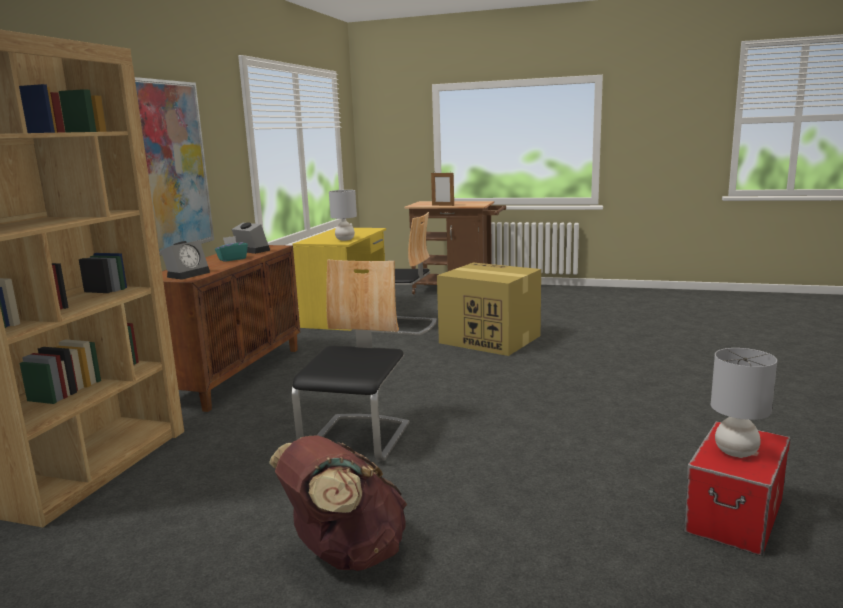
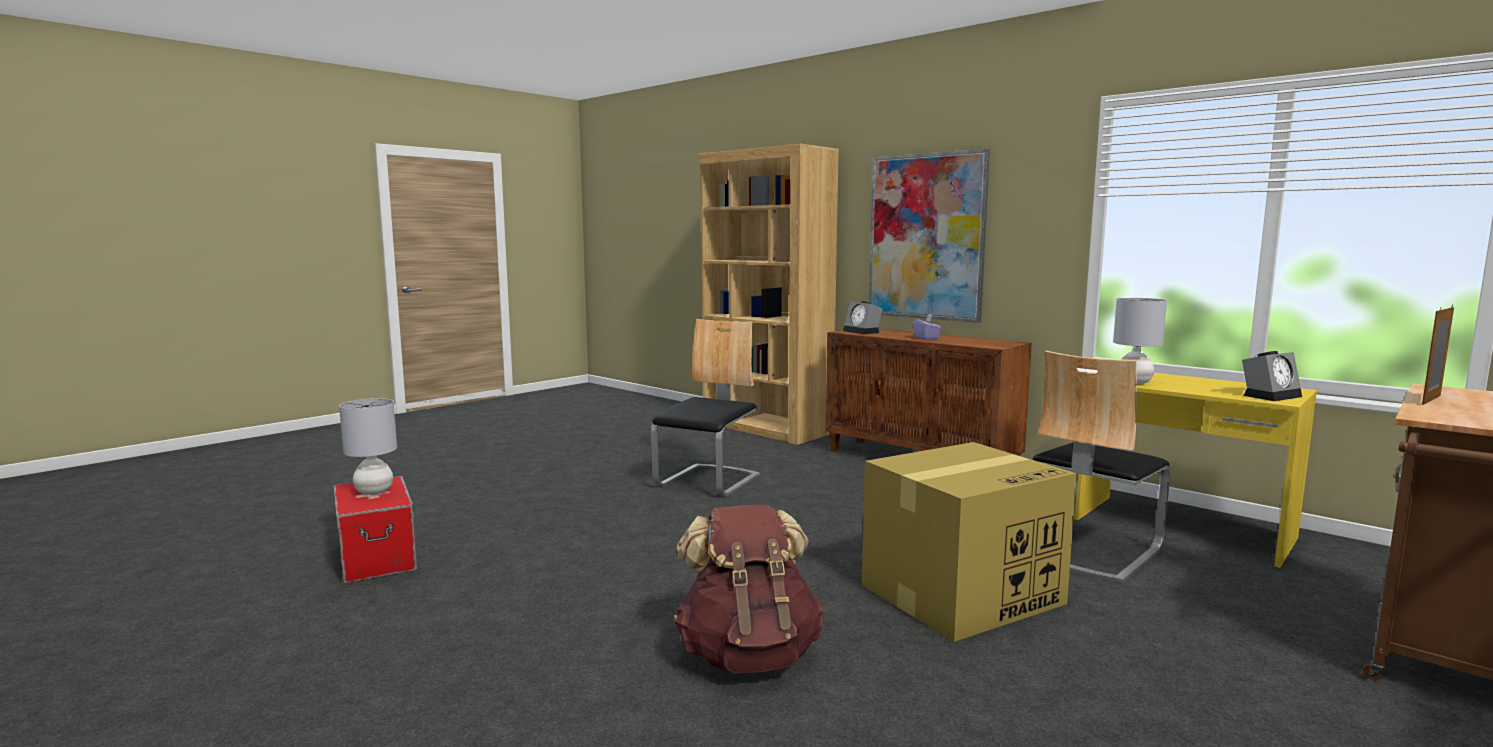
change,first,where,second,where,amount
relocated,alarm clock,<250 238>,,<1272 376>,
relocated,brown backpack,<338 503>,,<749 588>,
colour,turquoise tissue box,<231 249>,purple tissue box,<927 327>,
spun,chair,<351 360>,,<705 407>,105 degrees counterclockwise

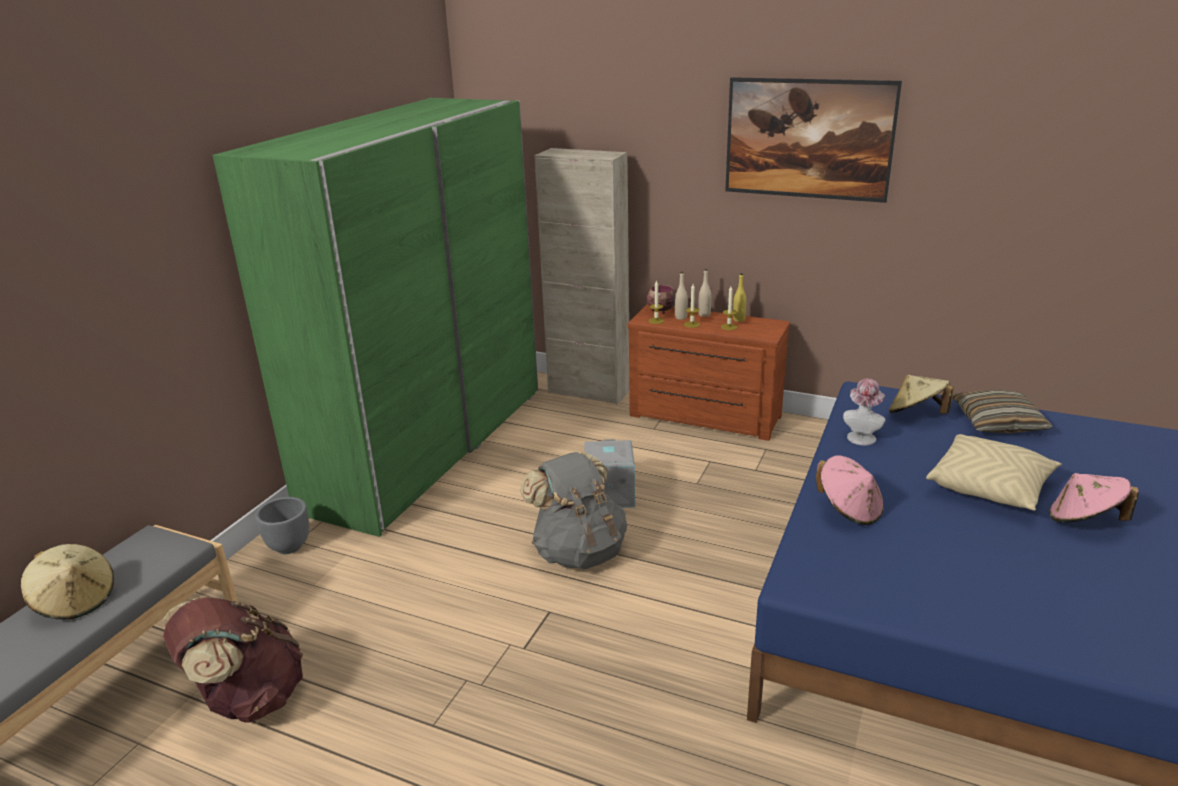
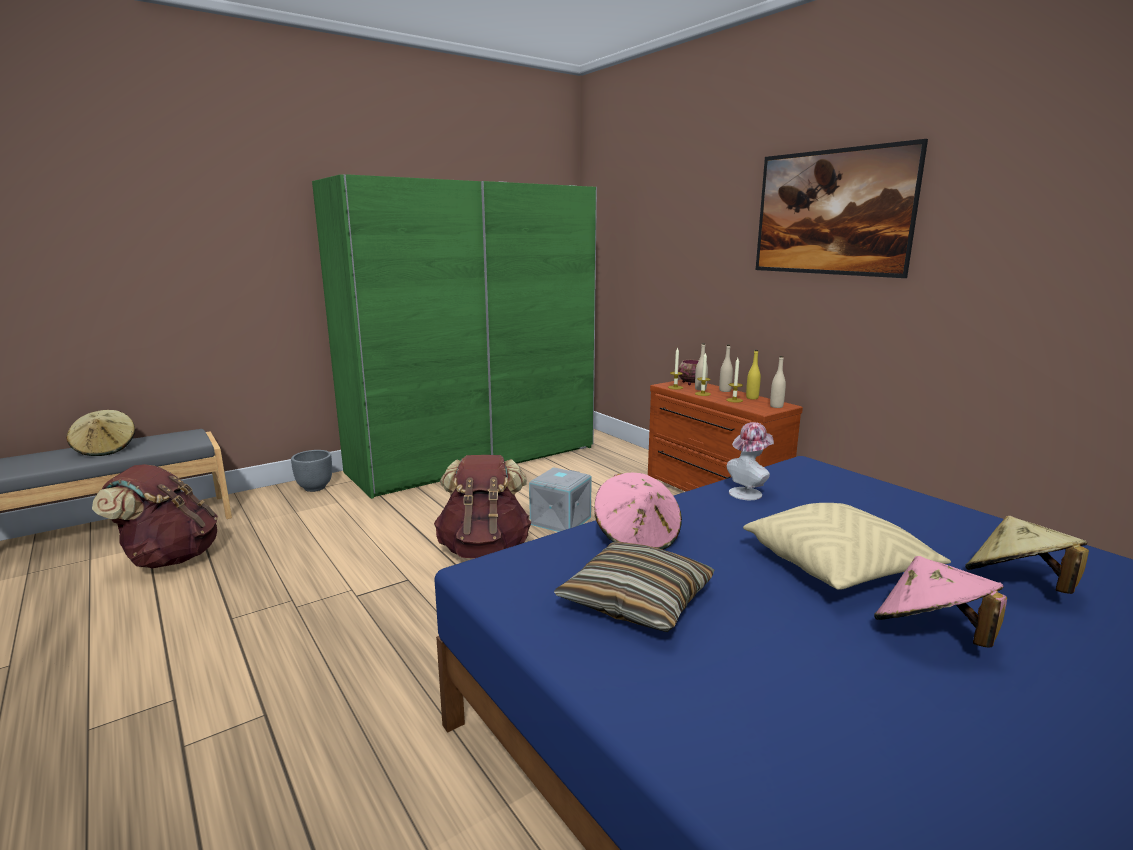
change,first,where,second,where,amount
missing,beige cabinet,<581 276>,,,
appeared,,,beige bottle,<778 382>,
relocated,beige hat,<921 394>,,<1027 555>,
relocated,pillow,<1003 411>,,<634 587>,
colour,grey backpack,<574 511>,brown backpack,<482 506>,

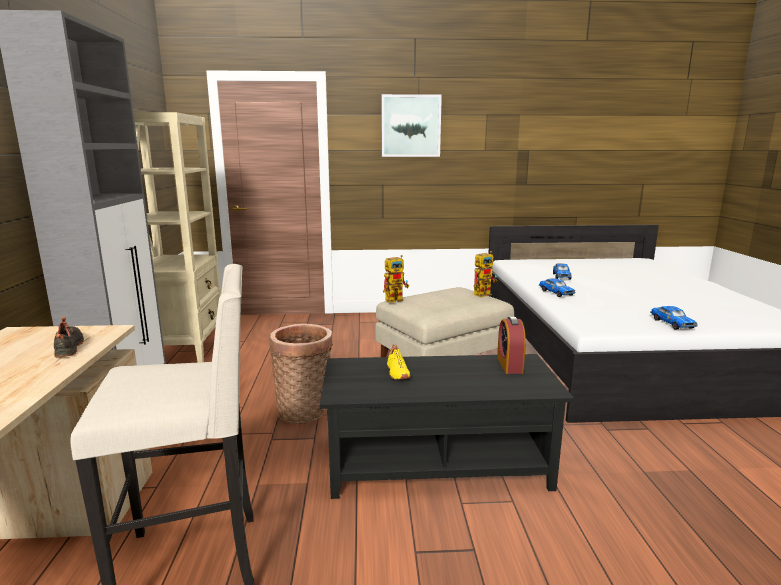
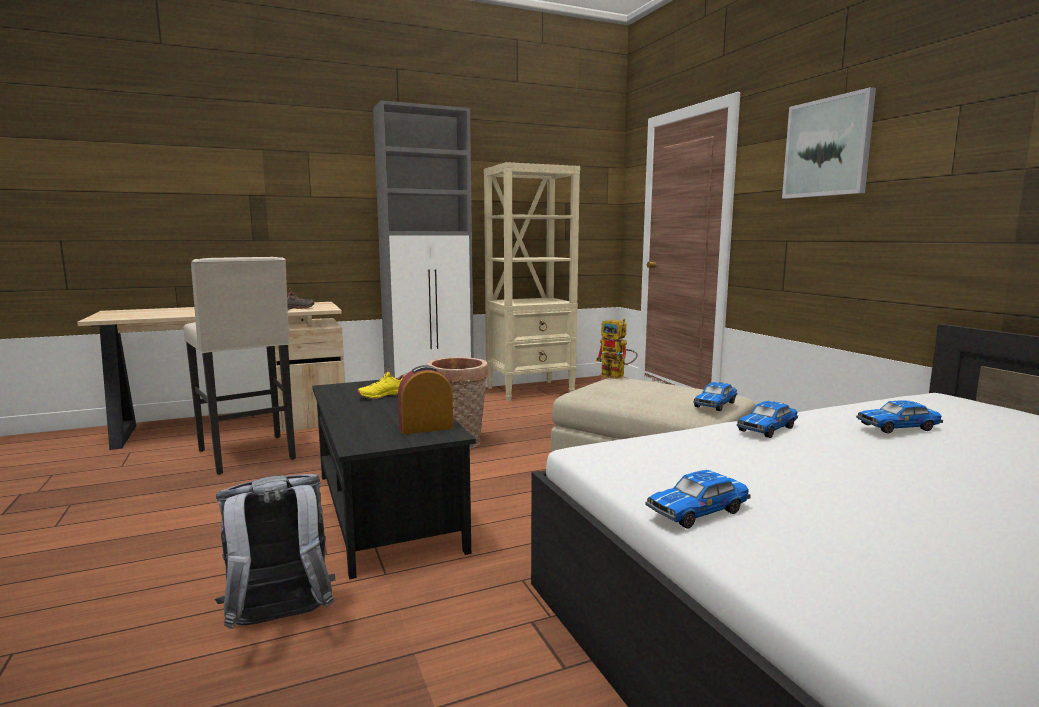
change,first,where,second,where,amount
appeared,,,grey backpack,<275 551>,
exchanged,toy robot,<485 274>,toy car,<715 396>,

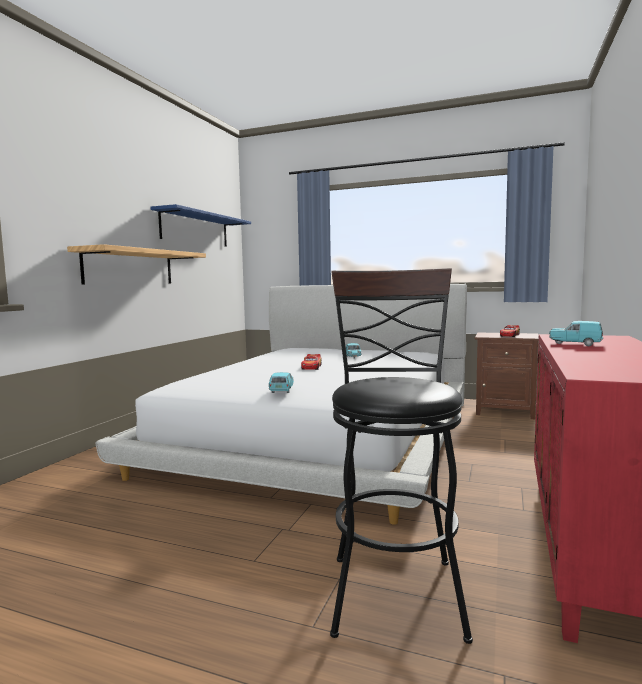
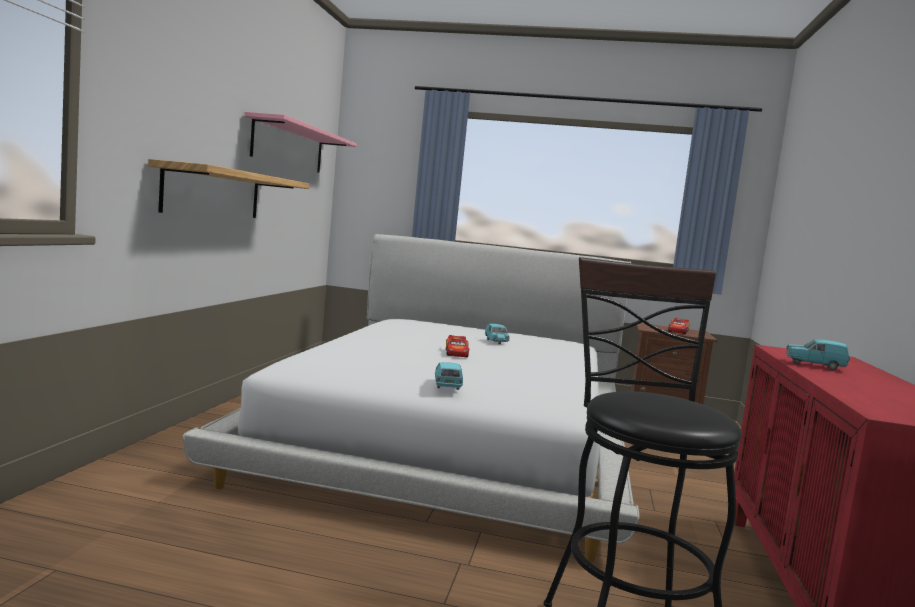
change,first,where,second,where,amount
colour,blue shelf,<200 225>,pink shelf,<300 142>,

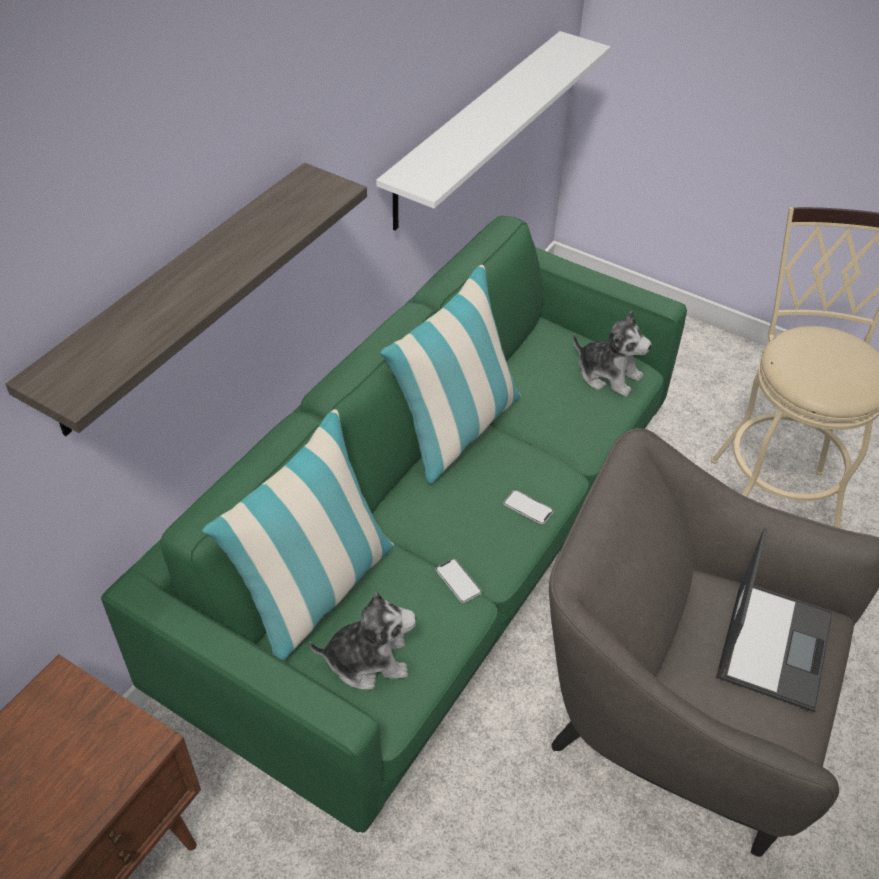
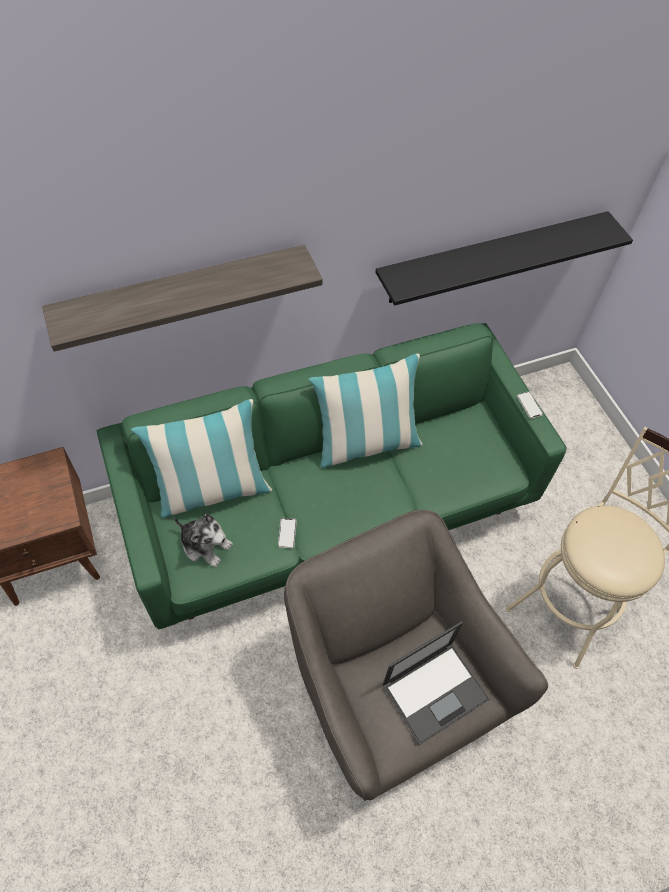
change,first,where,second,where,amount
missing,plush toy,<612 354>,,,
relocated,phone,<528 507>,,<530 405>,
colour,white shelf,<493 130>,black shelf,<504 258>,

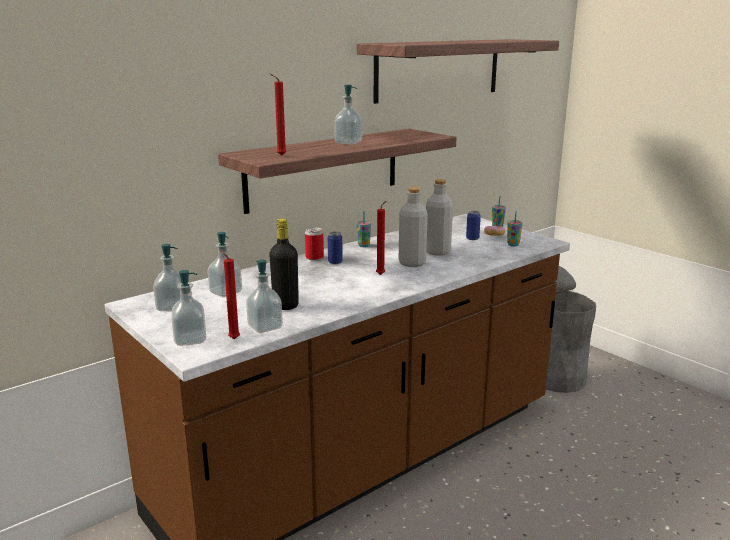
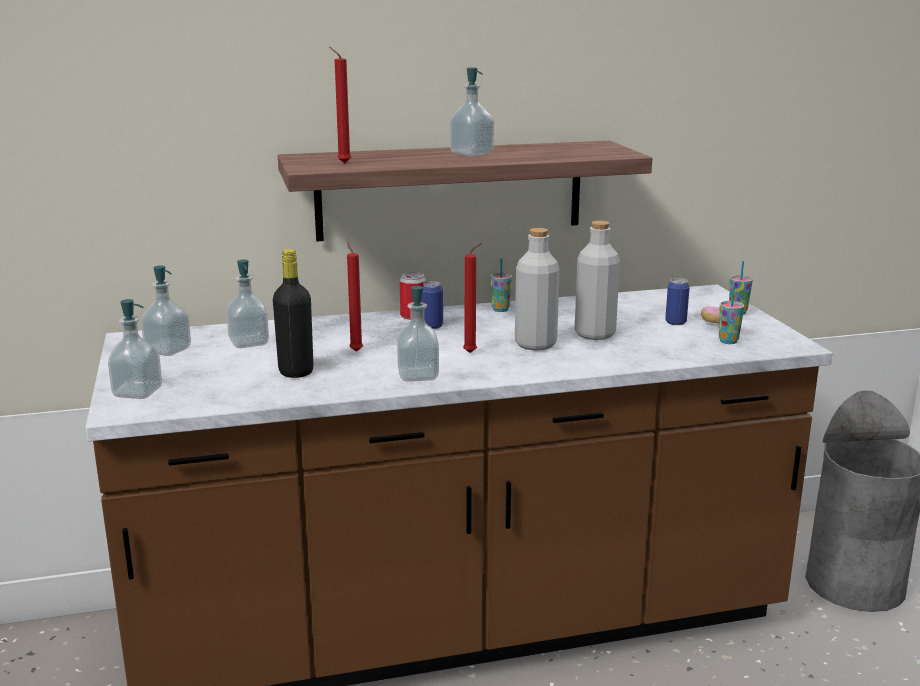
change,first,where,second,where,amount
missing,shelf,<458 71>,,,
relocated,red candle,<230 294>,,<354 296>,
relocated,soap dispenser,<264 296>,,<418 334>,

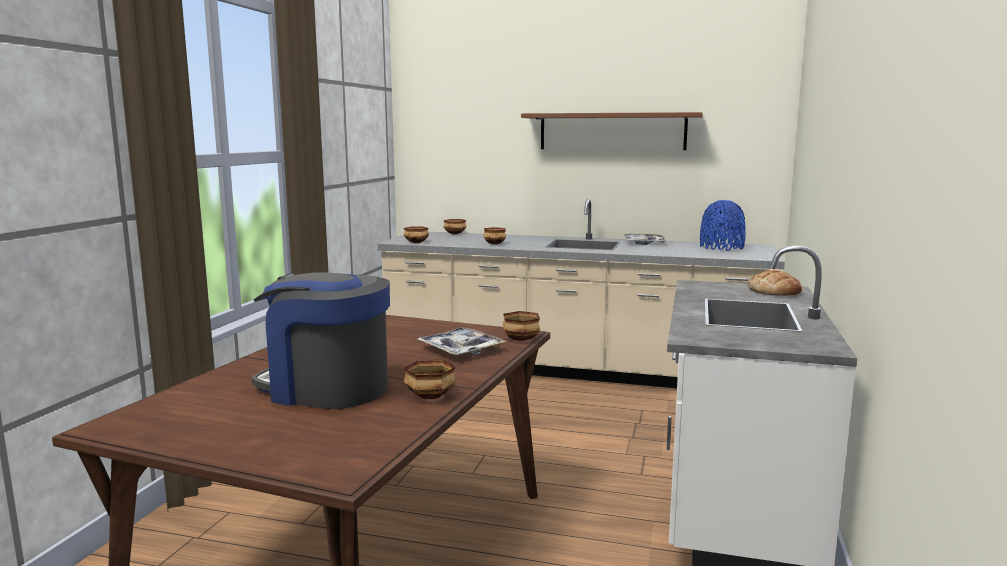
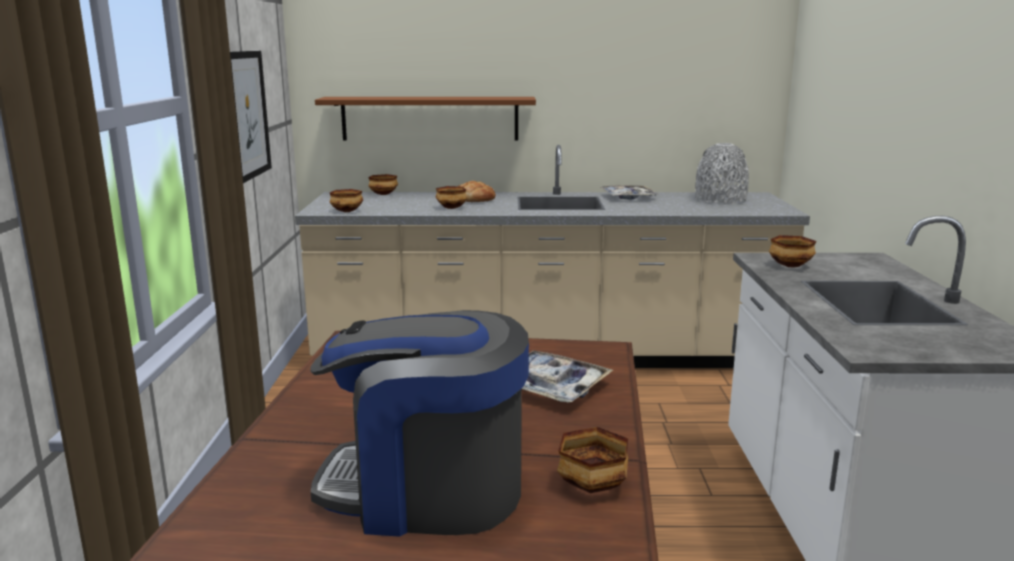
change,first,where,second,where,amount
appeared,,,picture,<251 117>,
relocated,bowl,<521 326>,,<792 251>,
relocated,brown shelf,<612 131>,,<425 118>,
relocated,bread,<775 283>,,<477 191>,
colour,blue vase,<723 225>,grey vase,<722 173>,

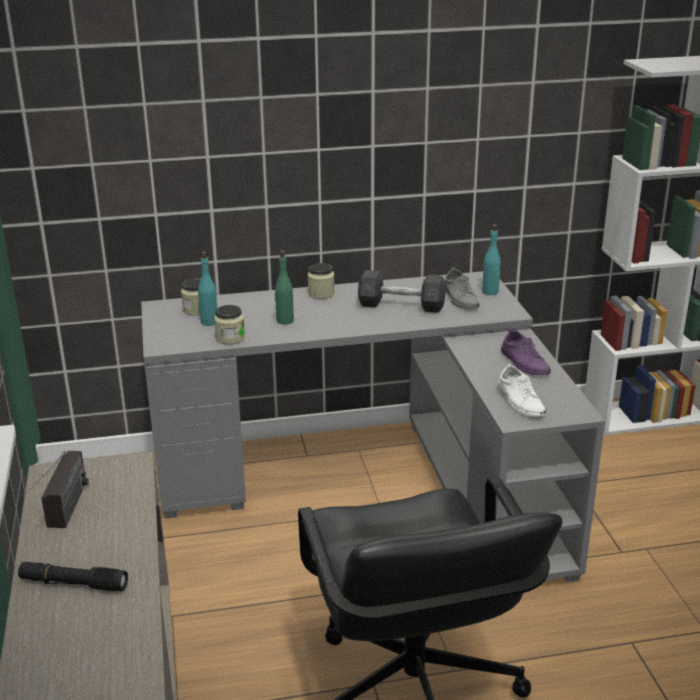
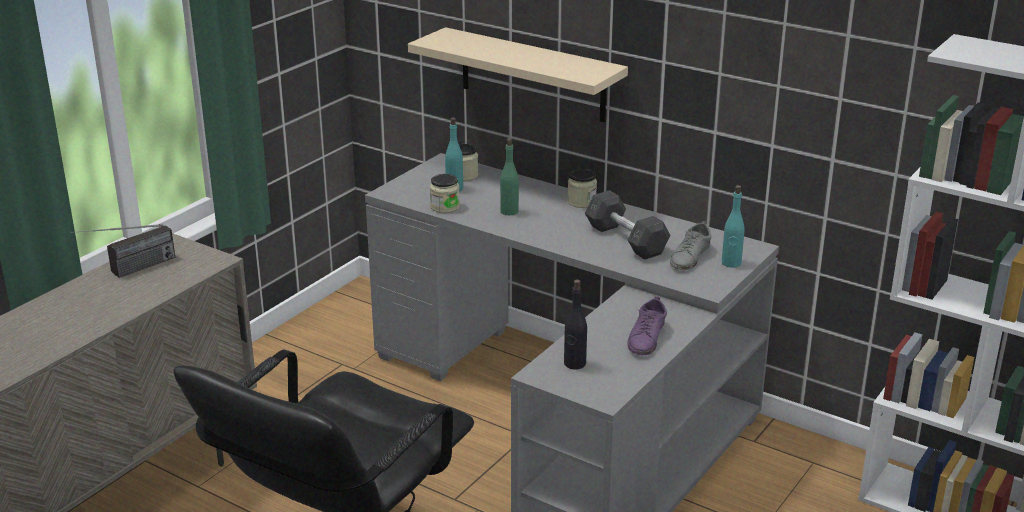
change,first,where,second,where,amount
missing,black flashlight,<73 576>,,,
appeared,,,beige shelf,<518 74>,
exchanged,white shoe,<522 390>,black bottle,<575 324>,

